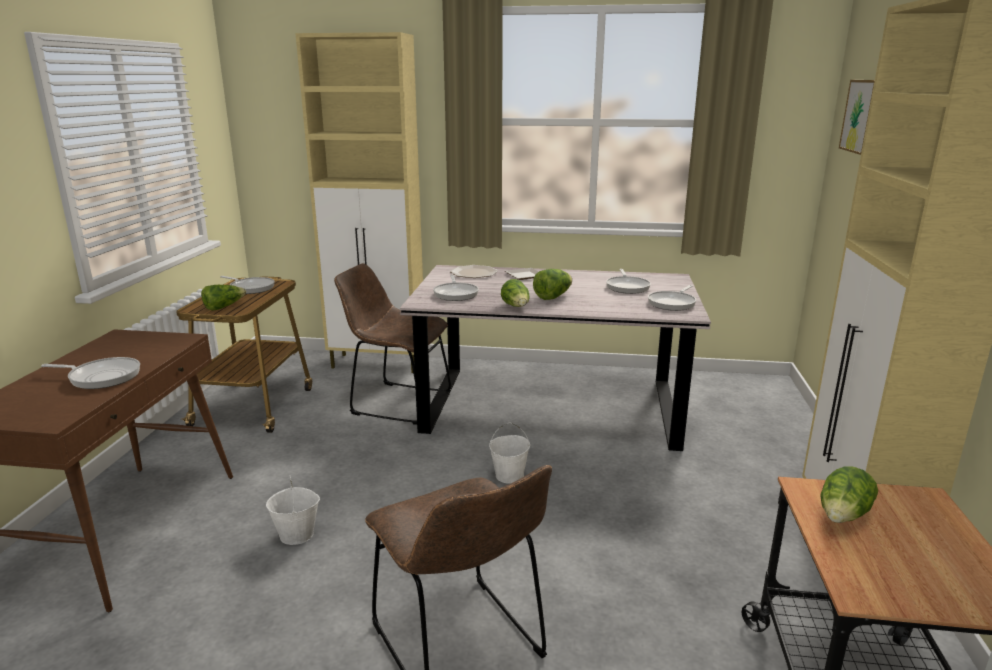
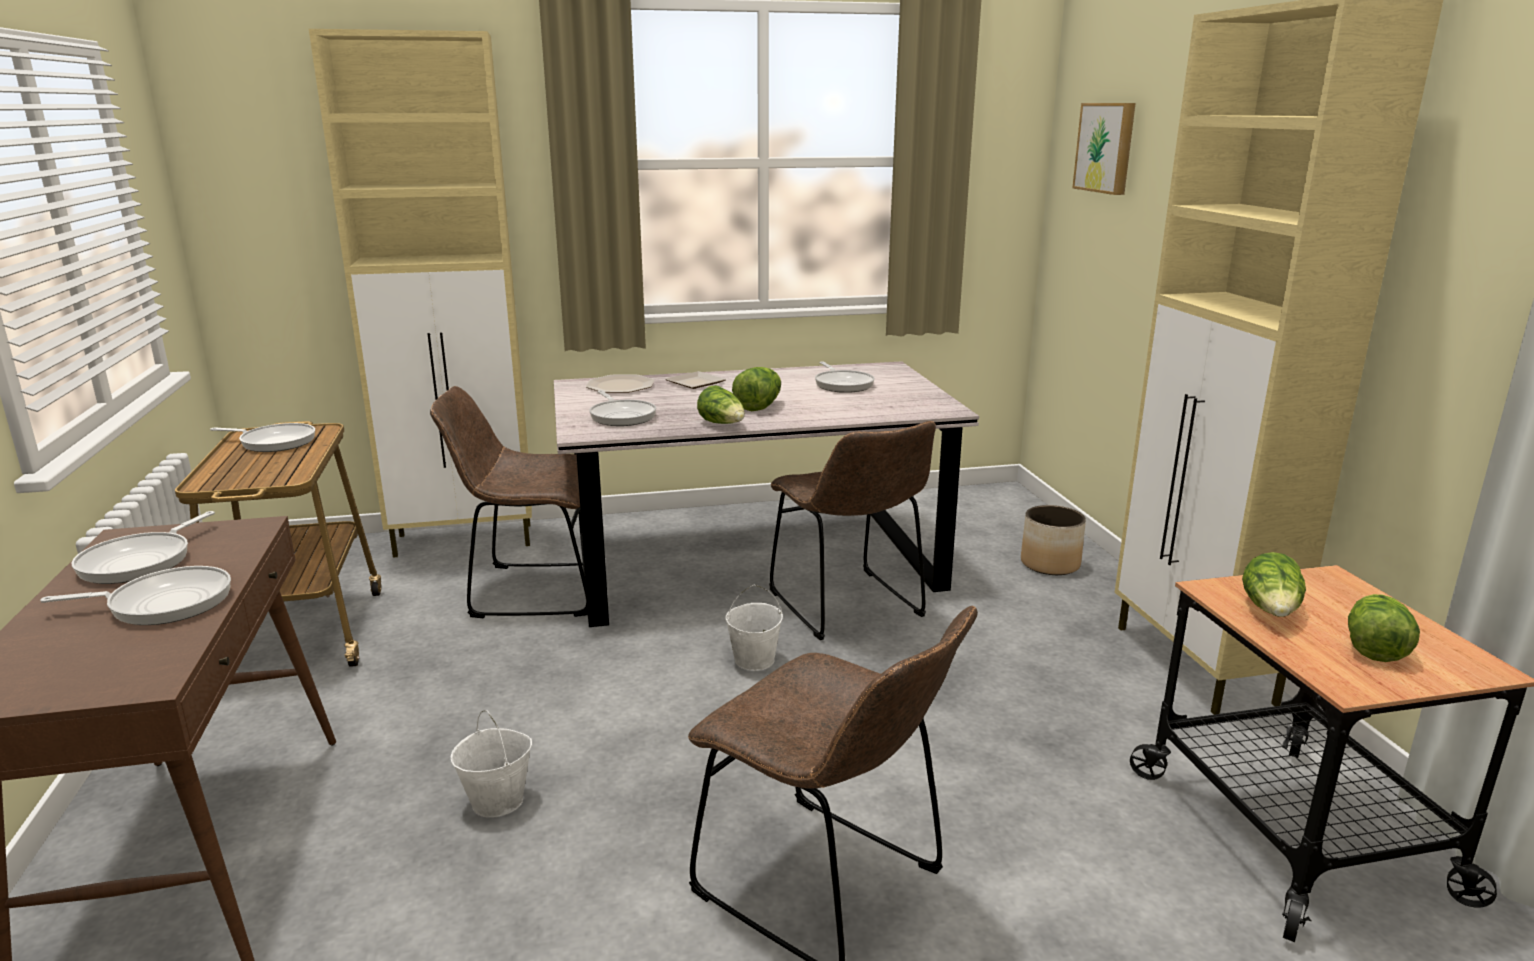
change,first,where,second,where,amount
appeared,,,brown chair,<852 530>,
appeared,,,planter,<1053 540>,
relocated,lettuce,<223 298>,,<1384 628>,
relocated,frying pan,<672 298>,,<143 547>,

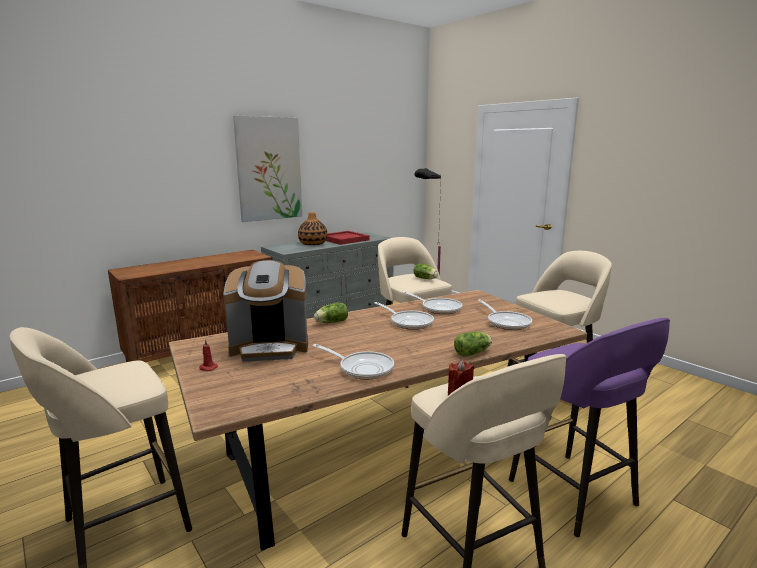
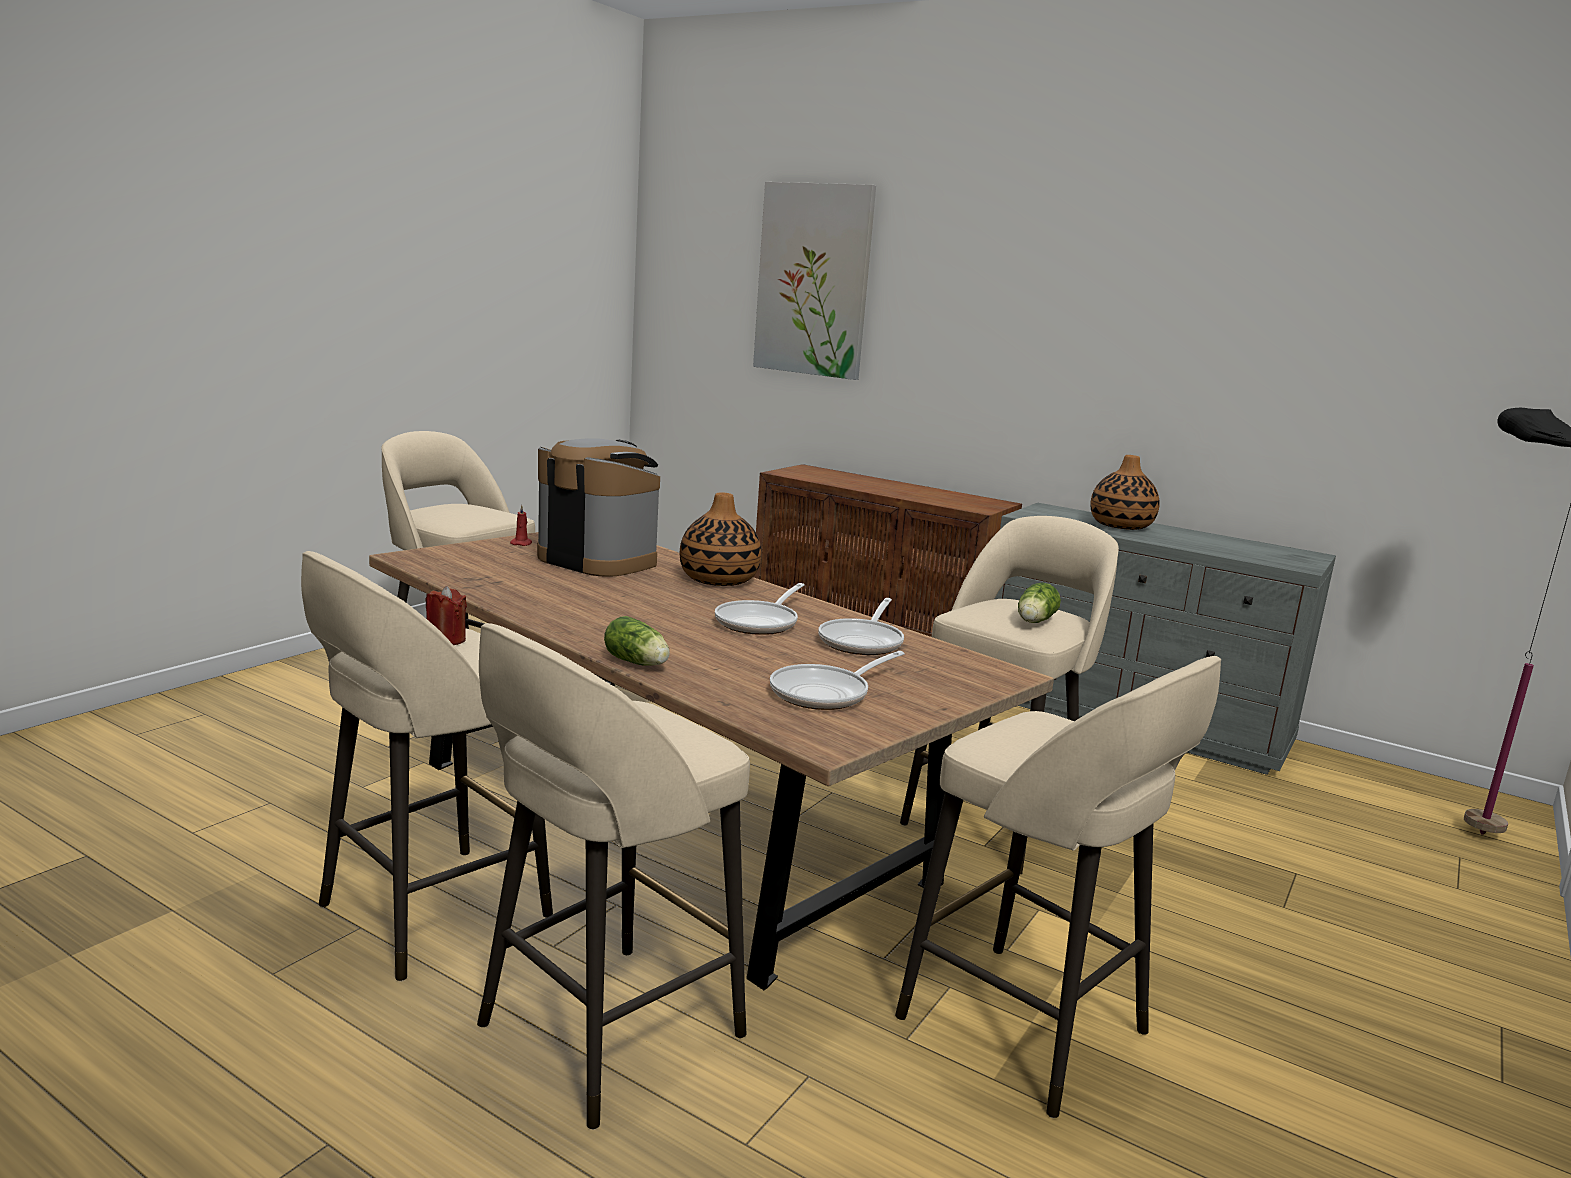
change,first,where,second,where,amount
missing,frying pan,<353 362>,,,
missing,red tray,<347 238>,,,
relocated,picture,<267 169>,,<814 281>,
exchanged,lettuce,<331 312>,vase,<721 539>,
colour,purple stool,<589 427>,beige stool,<613 876>,
spun,coffee machine,<265 311>,,<598 507>,150 degrees clockwise

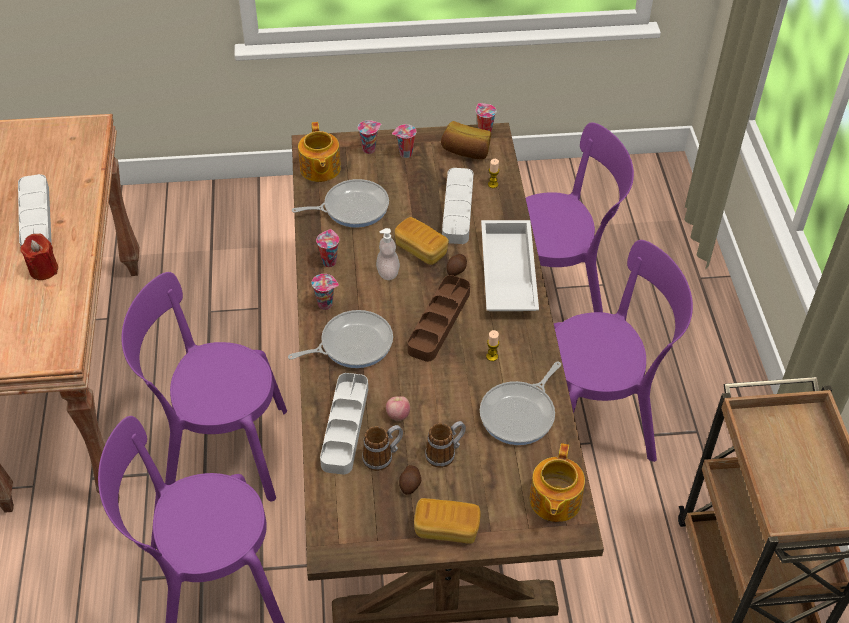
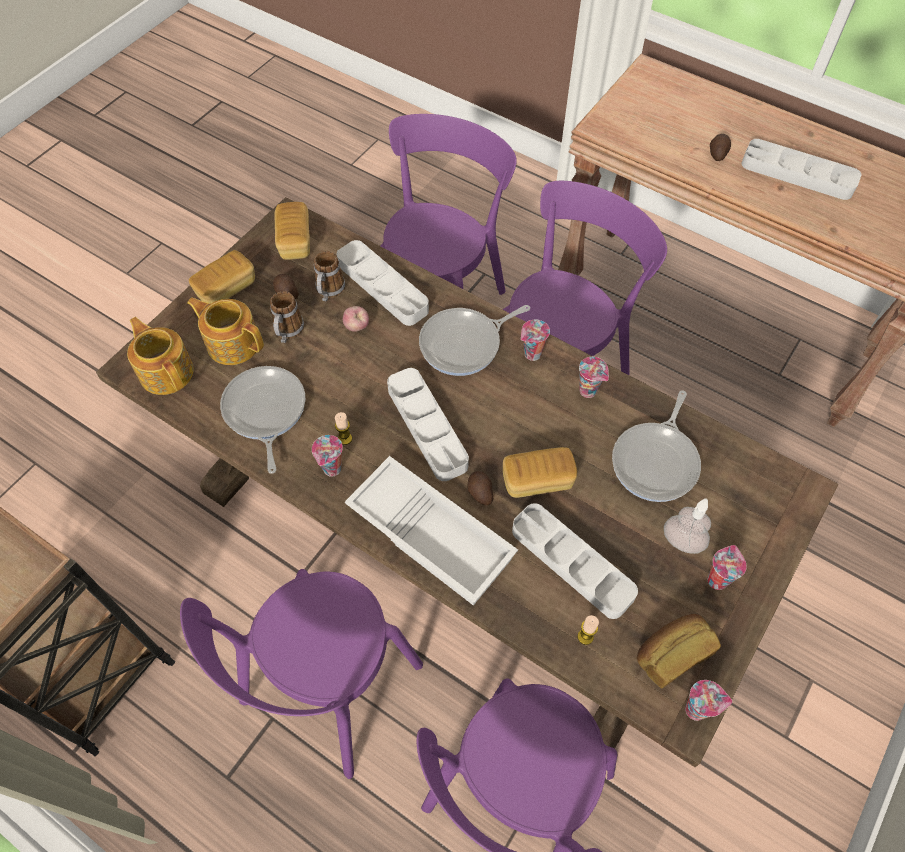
change,first,where,second,where,amount
appeared,,,bread,<292 231>,
relocated,teapot,<319 152>,,<225 331>,
relocated,cup,<369 137>,,<327 456>,
relocated,soap dispenser,<388 254>,,<687 526>,
exchanged,red candle,<39 257>,potato,<720 147>,
colour,brown tray,<438 318>,grey tray,<428 424>,
spun,frying pan,<340 339>,,<474 340>,45 degrees clockwise

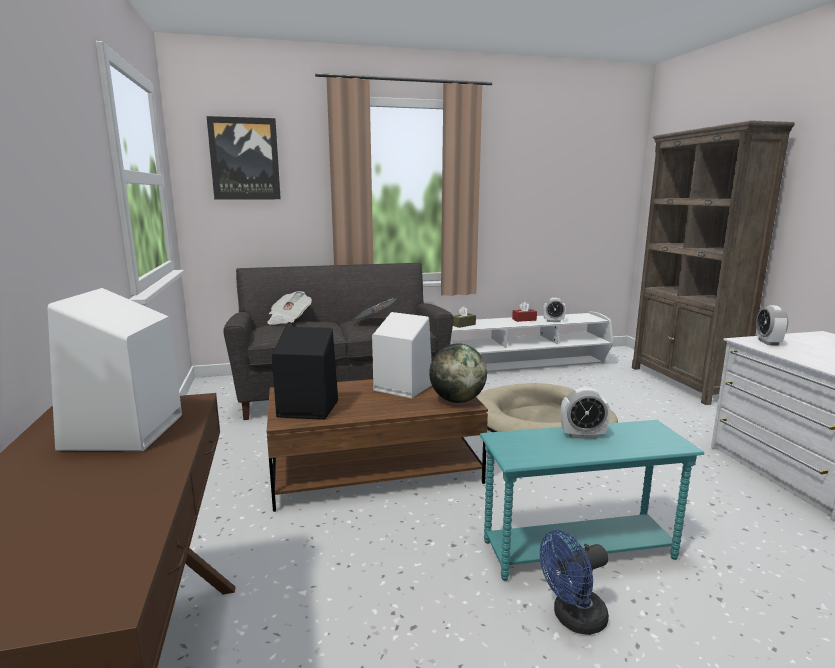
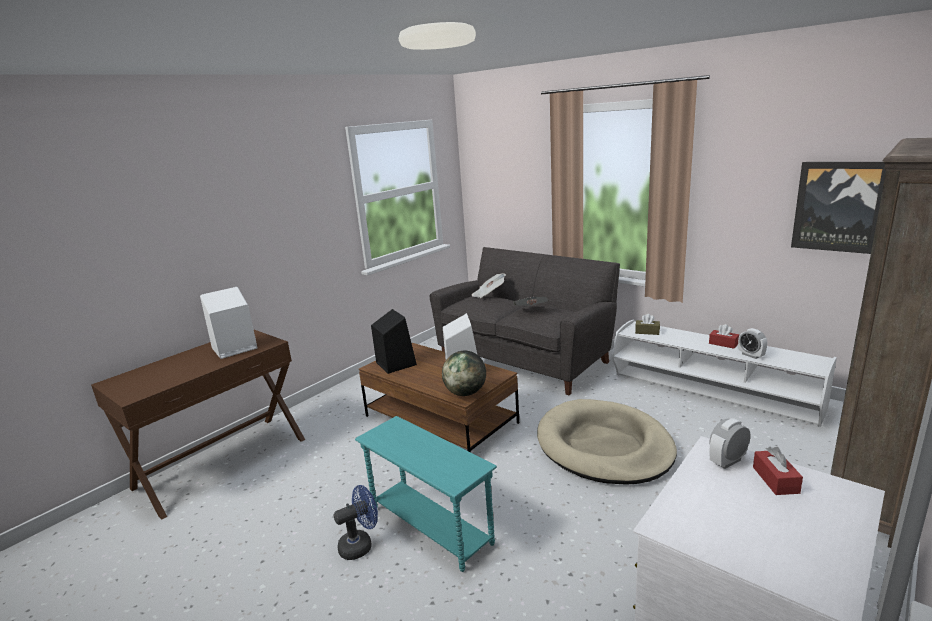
change,first,where,second,where,amount
missing,alarm clock,<585 413>,,,
appeared,,,red tissue box,<778 471>,
relocated,picture,<244 158>,,<838 208>,
spun,blue fan,<574 582>,,<356 522>,120 degrees clockwise

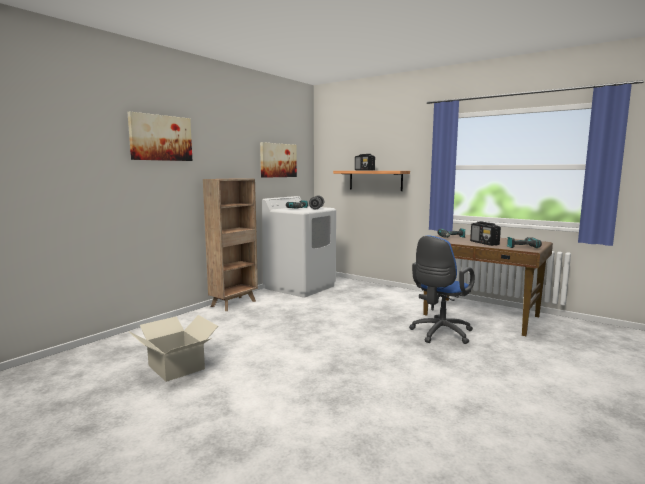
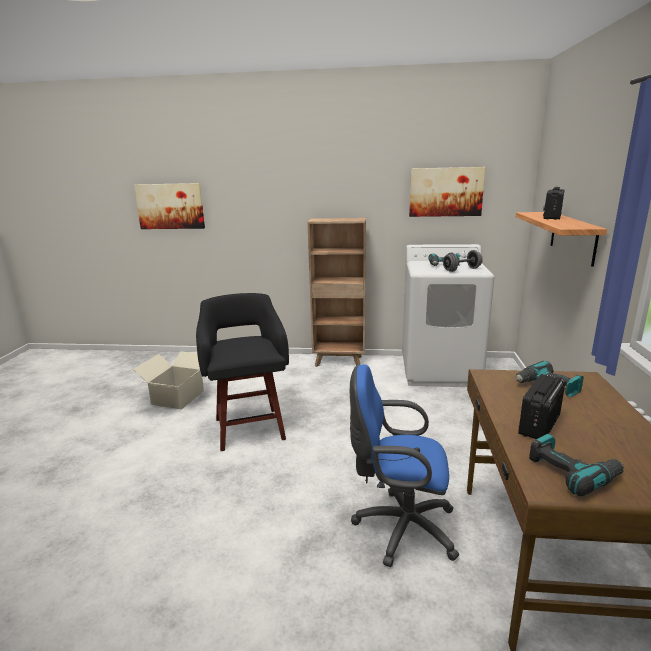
change,first,where,second,where,amount
appeared,,,black stool,<242 372>,
relocated,picture,<159 136>,,<169 206>,

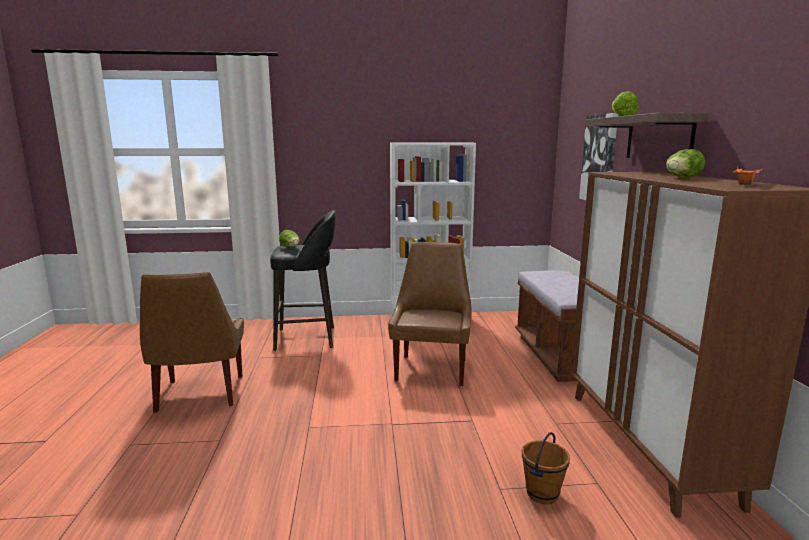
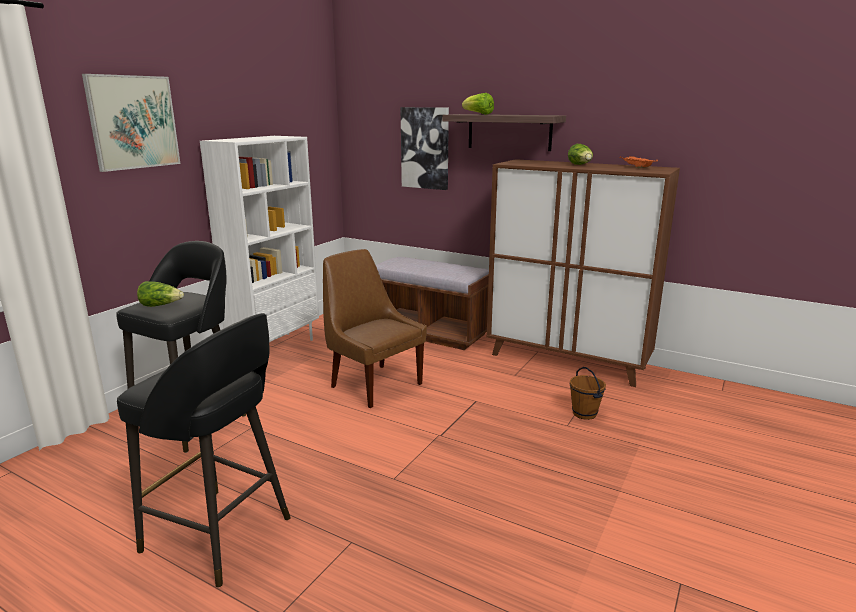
change,first,where,second,where,amount
appeared,,,picture,<131 123>,
exchanged,brown chair,<192 342>,black stool,<204 450>,

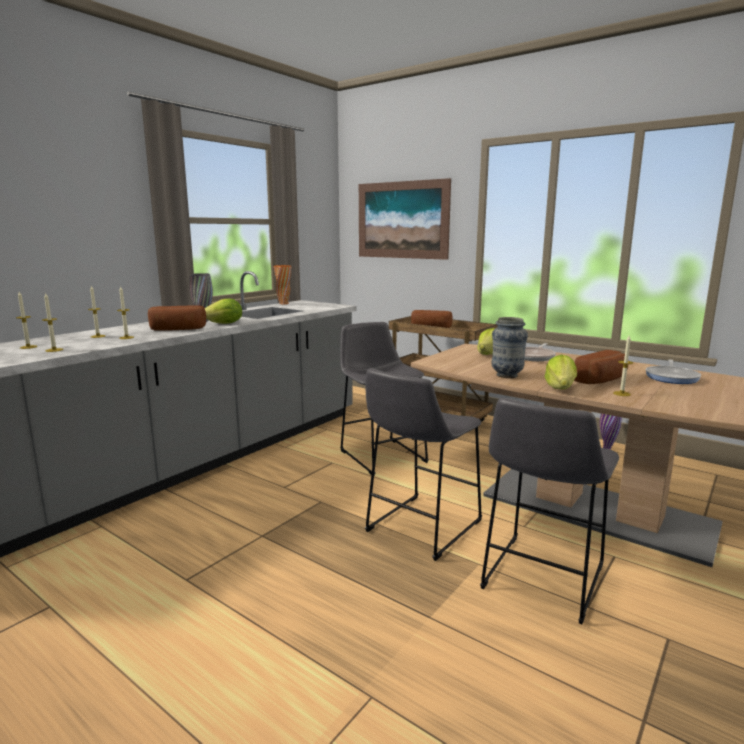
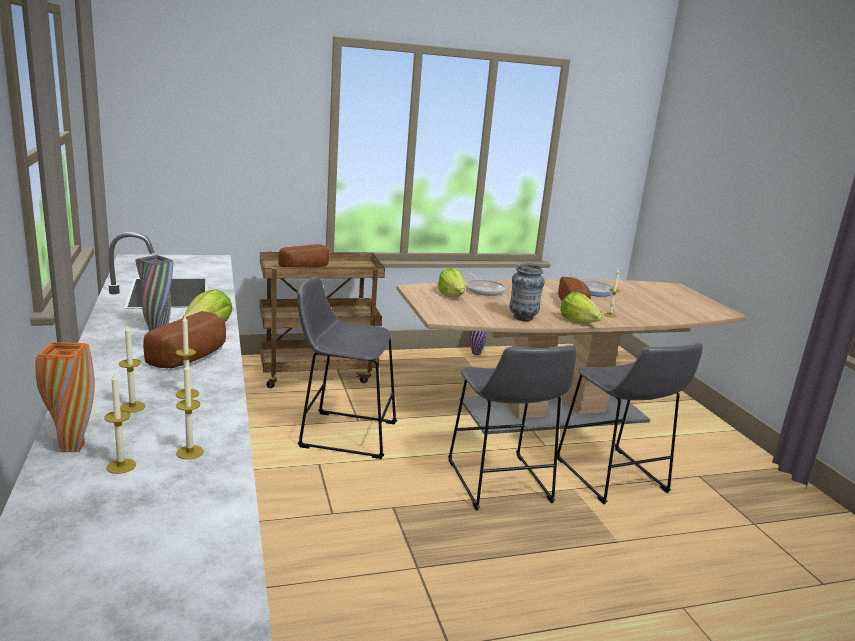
change,first,where,second,where,amount
missing,picture,<405 219>,,,
relocated,orange vase,<282 285>,,<65 397>,

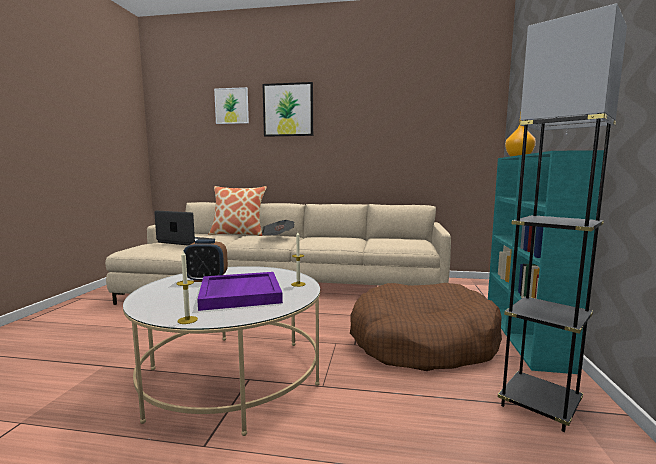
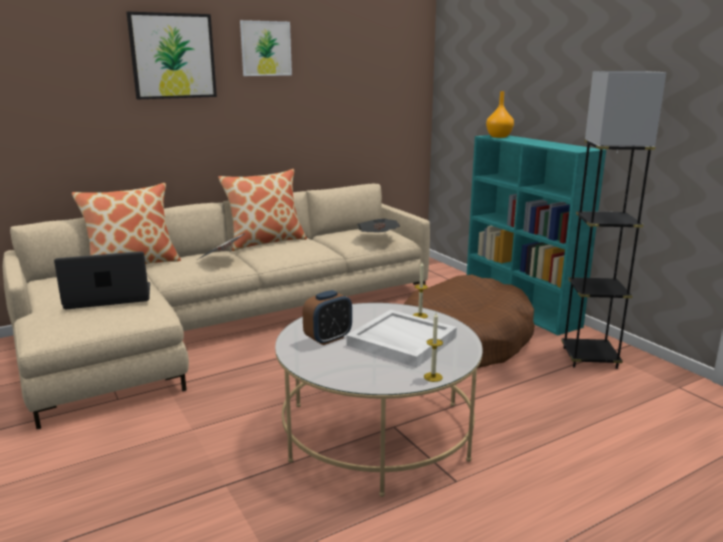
change,first,where,second,where,amount
appeared,,,pillow,<262 210>,
appeared,,,newspaper,<378 226>,
relocated,picture,<231 105>,,<266 48>,
colour,purple tray,<240 291>,white tray,<402 339>,

